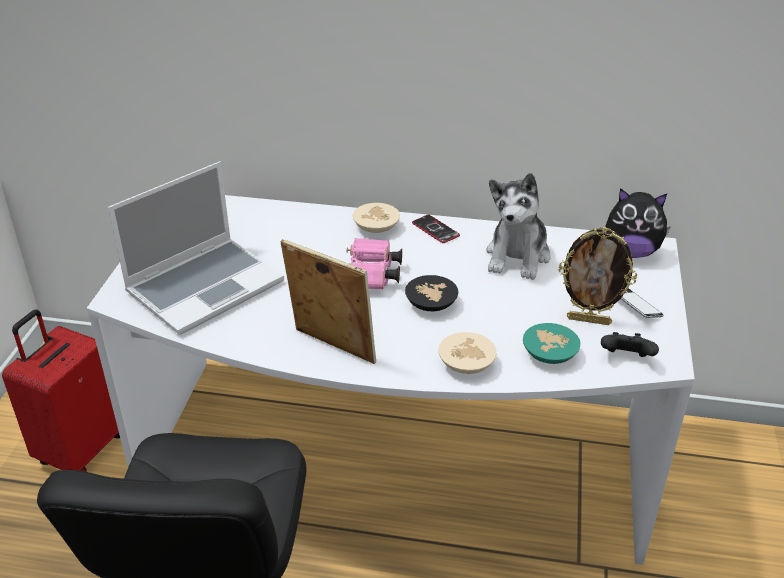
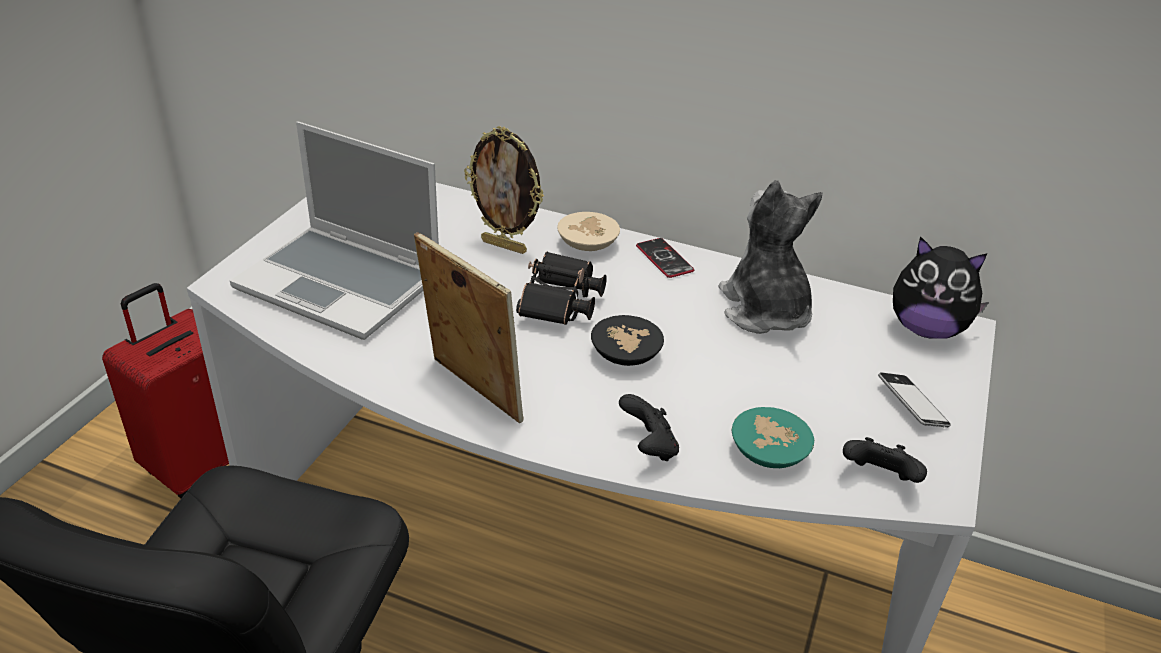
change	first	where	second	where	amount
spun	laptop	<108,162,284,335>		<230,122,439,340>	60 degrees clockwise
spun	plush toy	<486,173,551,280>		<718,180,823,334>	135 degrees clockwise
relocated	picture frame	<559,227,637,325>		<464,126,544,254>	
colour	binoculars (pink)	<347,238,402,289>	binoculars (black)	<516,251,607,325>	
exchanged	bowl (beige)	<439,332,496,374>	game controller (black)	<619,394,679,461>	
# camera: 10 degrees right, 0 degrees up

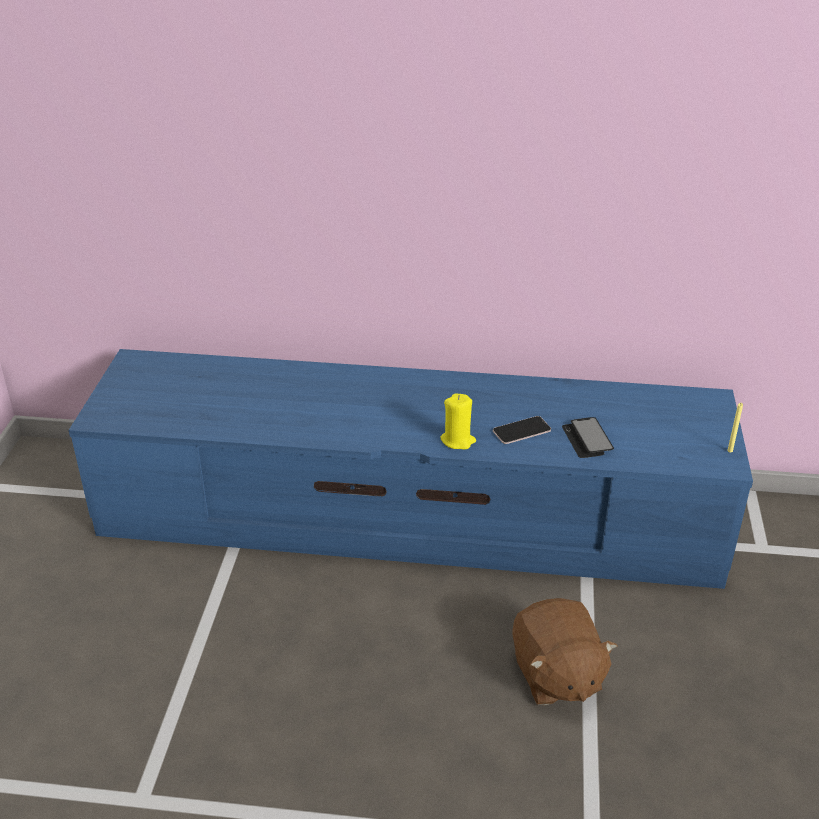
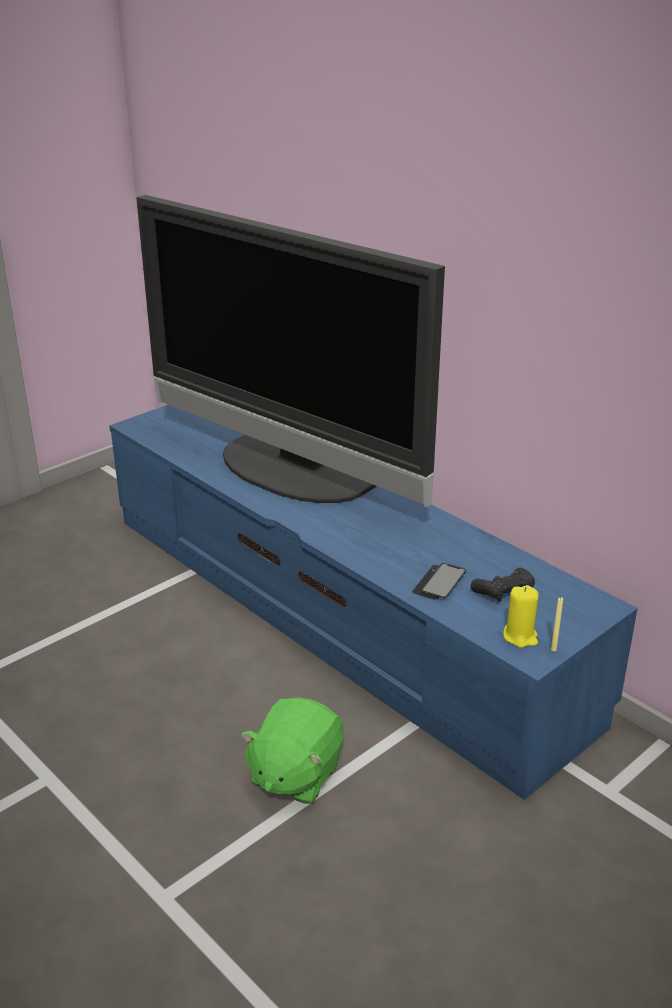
change	first	where	second	where	amount
relocated	candle (yellow)	<440,394,476,450>		<503,585,539,648>	
missing	phone	<493,416,551,444>			
colour	plush toy (brown)	<512,598,618,706>	plush toy (green)	<241,697,344,804>	
appeared			television	<136,195,445,507>	
appeared			game controller (black)	<471,567,535,602>	
# camera: 40 degrees right, 5 degrees down

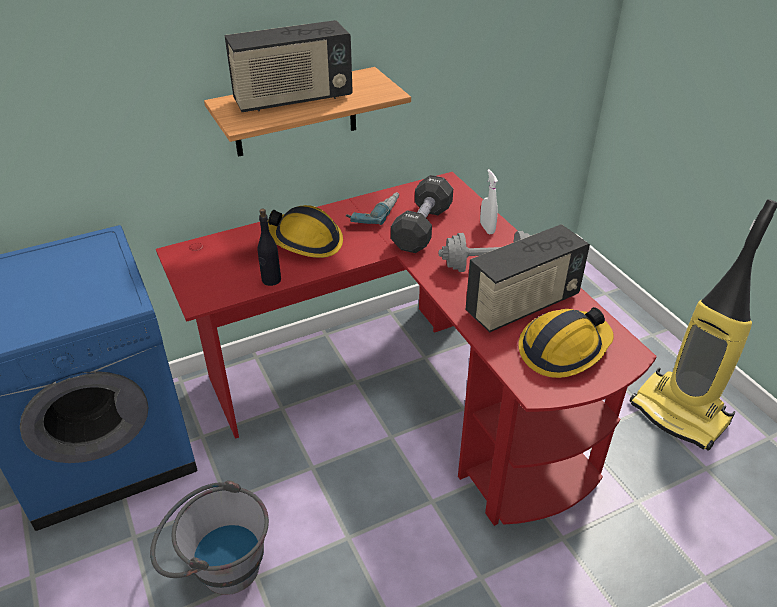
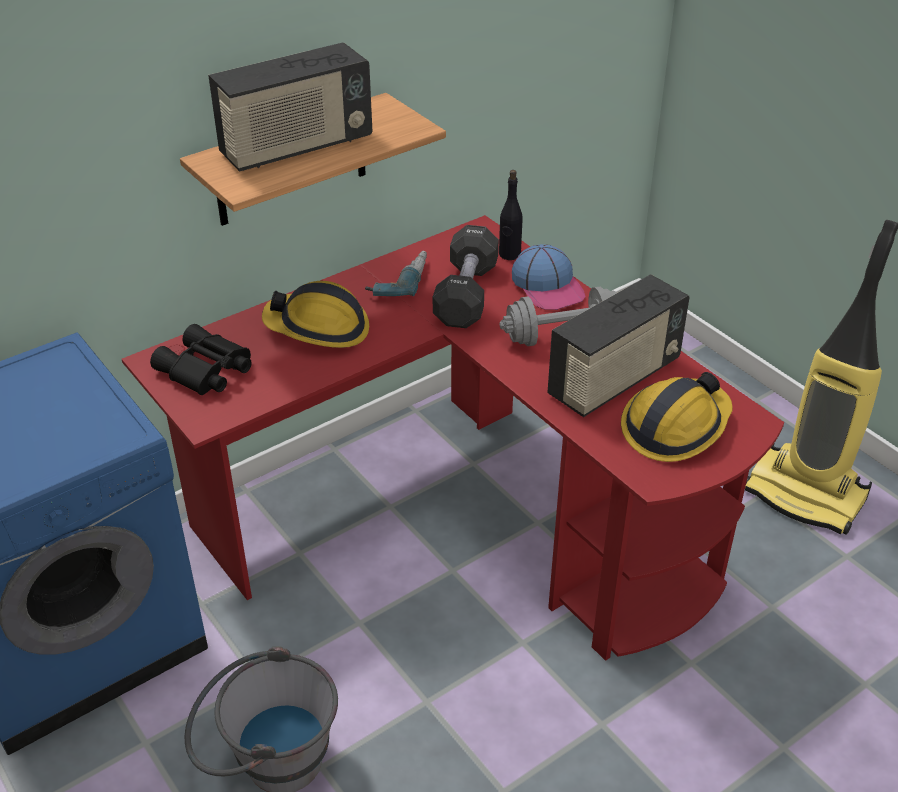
change	first	where	second	where	amount
exchanged	spray bottle (white)	<480,169,498,234>	cap	<512,244,585,310>	
relocated	bottle (black)	<257,208,281,286>		<499,170,523,260>	
appeared			binoculars (black)	<150,324,252,395>	
# camera: 10 degrees left, 0 degrees up

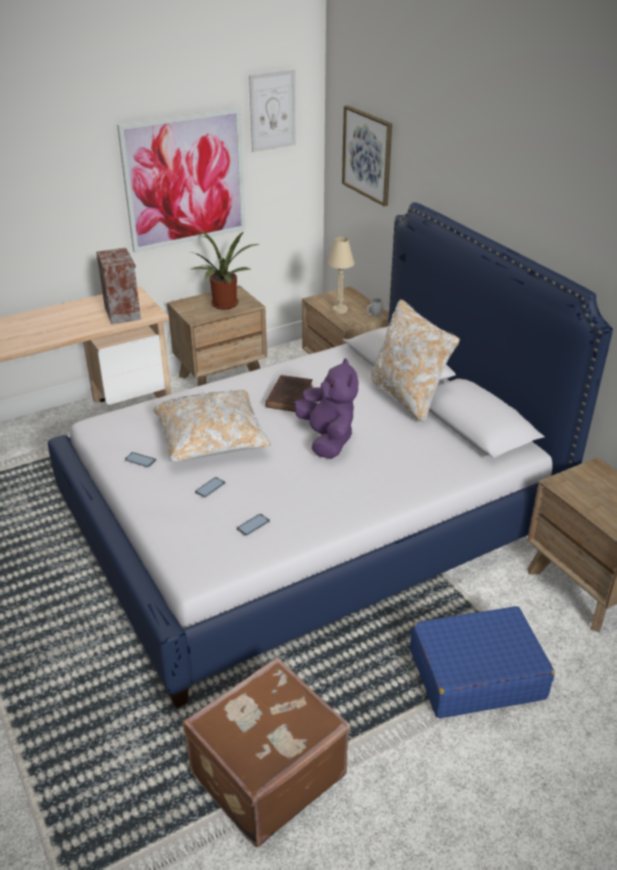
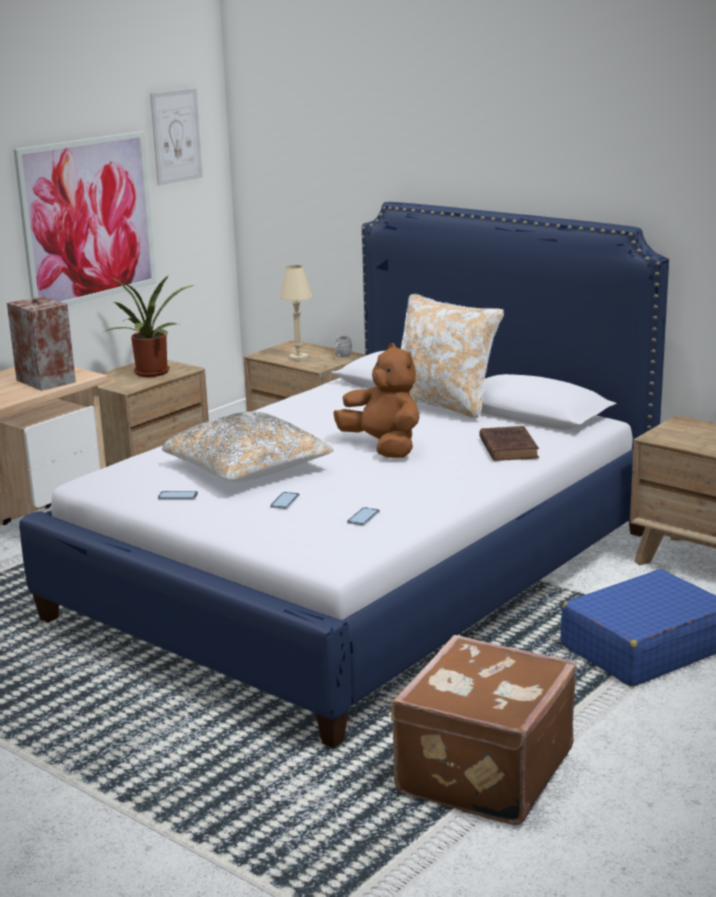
change	first	where	second	where	amount
missing	picture	<342,105,392,206>			
colour	plush toy (purple)	<294,358,358,459>	plush toy (brown)	<334,343,419,458>	
relocated	book (brown)	<265,375,313,412>		<479,426,539,461>	
# camera: 20 degrees left, 15 degrees down

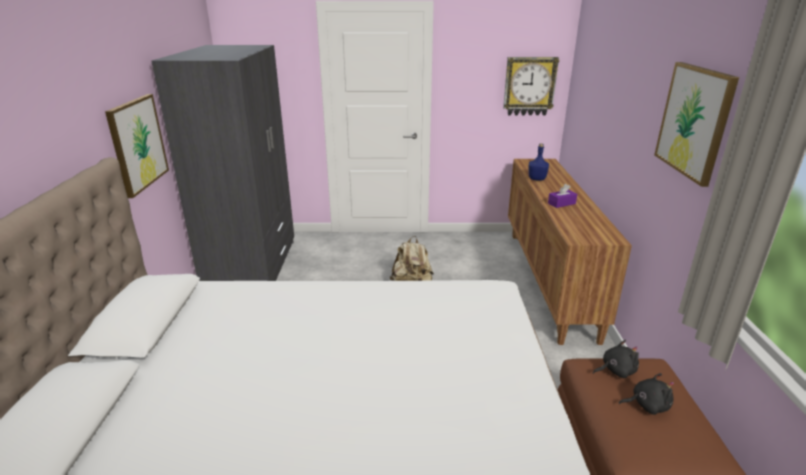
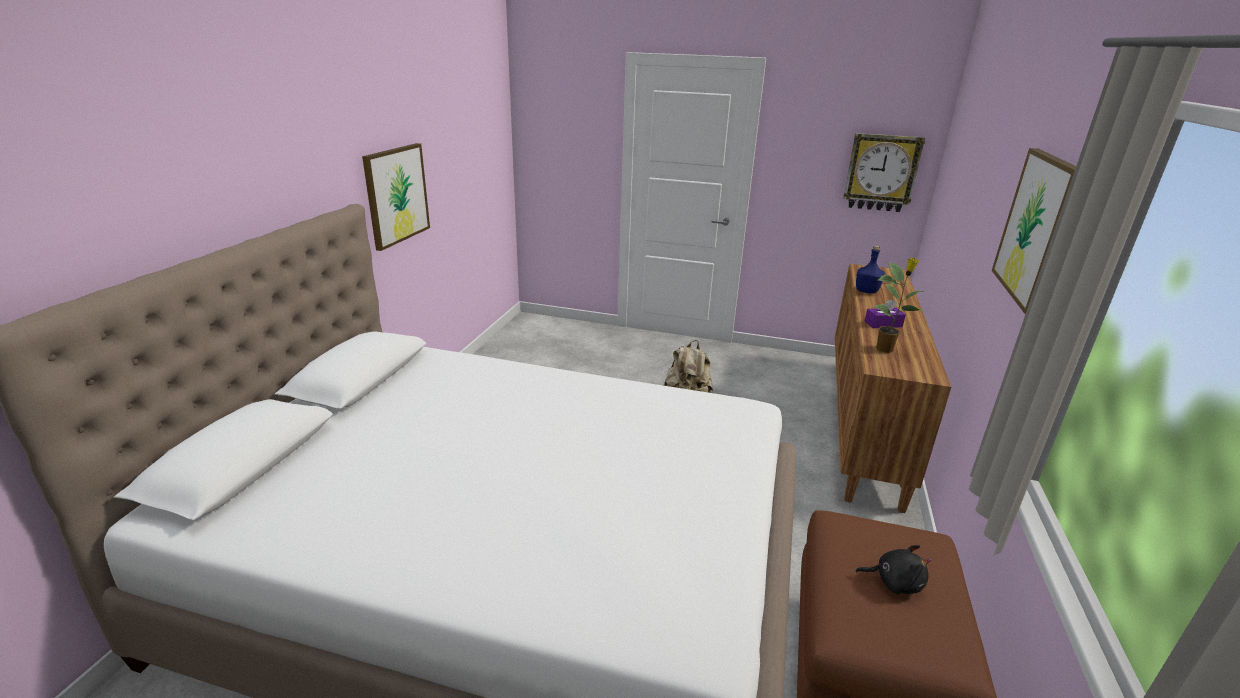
change	first	where	second	where	amount
missing	wardrobe (grey)	<151,45,294,281>			
missing	plush toy (black)	<593,340,639,378>			
appeared			potted plant	<873,258,923,353>	
# camera: 15 degrees right, 0 degrees up

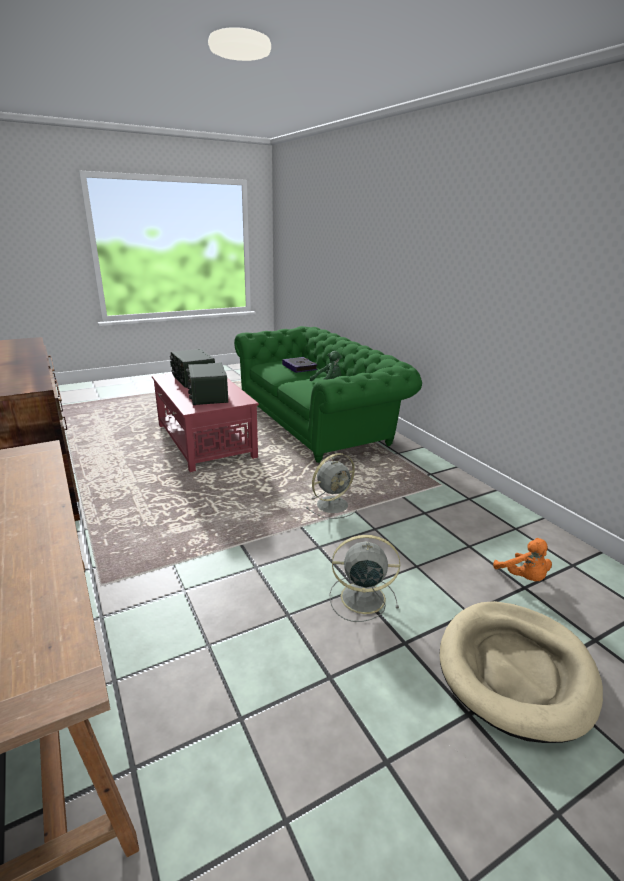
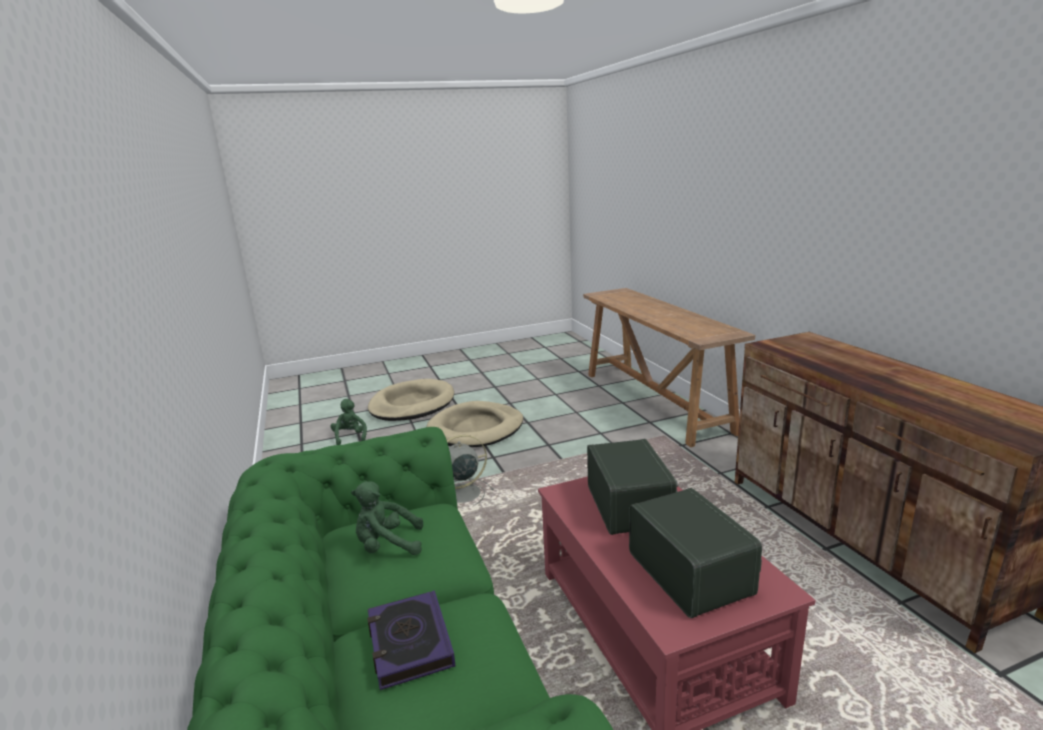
change	first	where	second	where	amount
exchanged	fan (grey)	<330,535,400,622>	dog bed (beige)	<426,401,523,447>	
colour	plush toy (orange)	<493,538,552,581>	plush toy (green)	<331,399,367,445>	
# camera: 170 degrees left, 5 degrees down

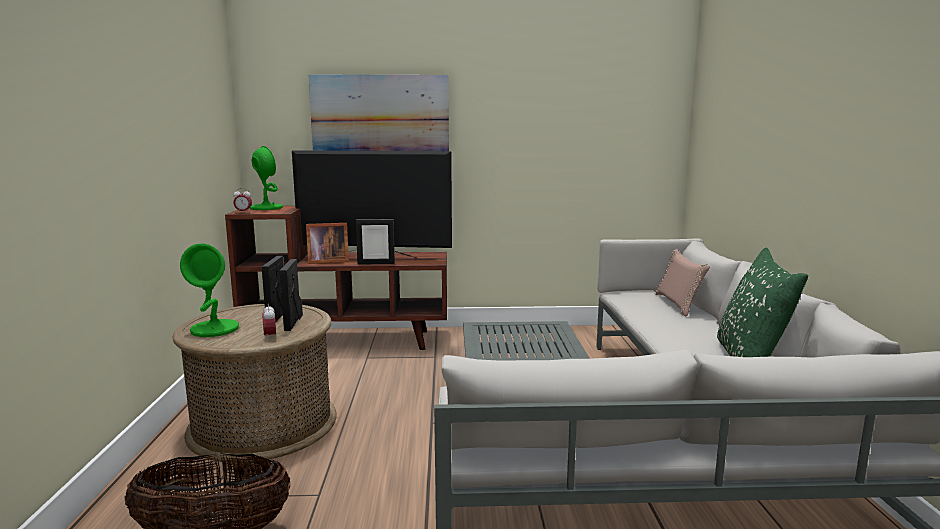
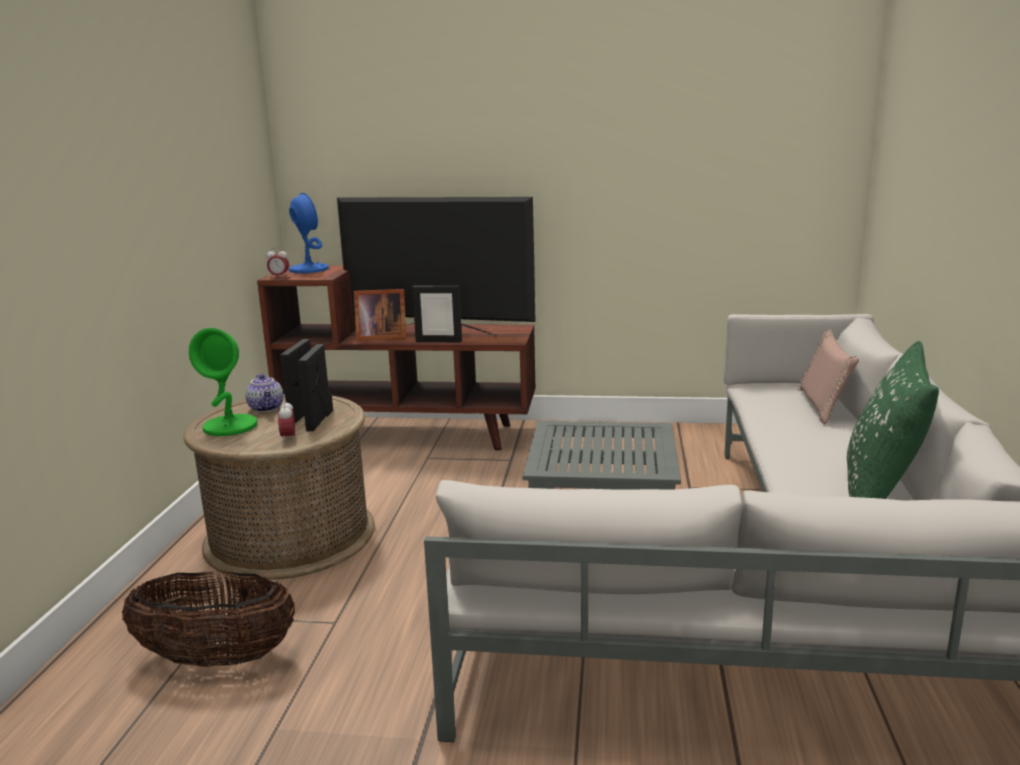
change	first	where	second	where	amount
missing	picture	<309,75,449,151>			
colour	table lamp (green)	<250,146,283,210>	table lamp (blue)	<289,193,329,273>	
appeared			teapot	<245,374,283,412>	
# camera: 10 degrees right, 5 degrees up

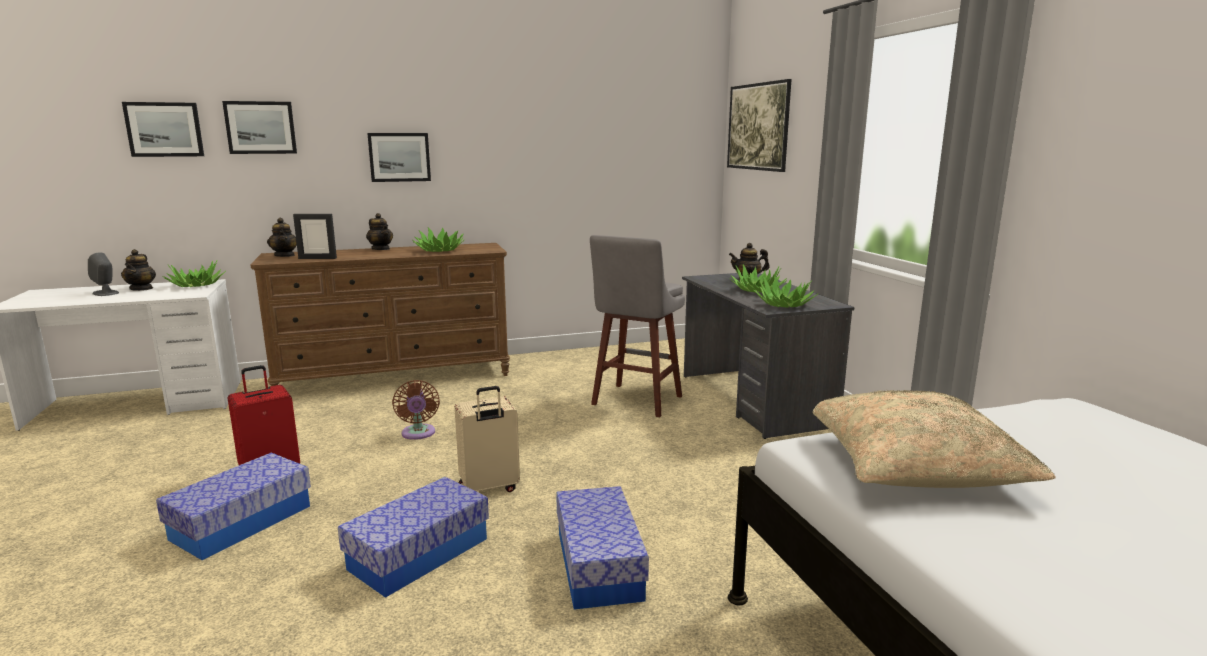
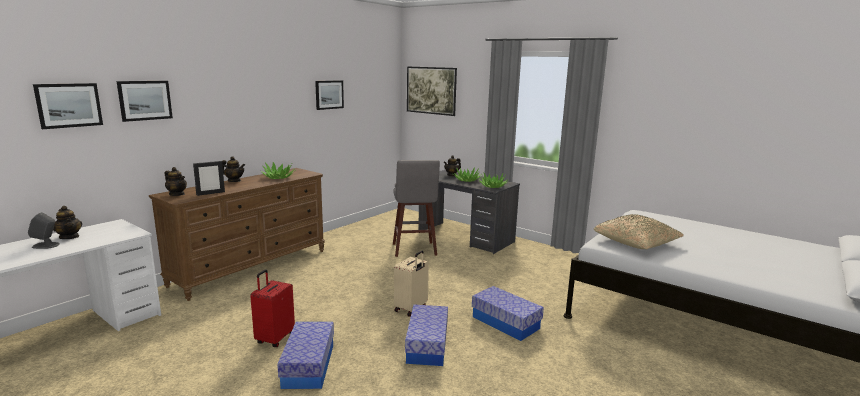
change	first	where	second	where	amount
relocated	picture	<367,133,431,182>		<315,80,344,110>	
missing	potted plant	<162,260,226,287>			
missing	fan (brown)	<392,380,440,440>			
# camera: 35 degrees left, 0 degrees up

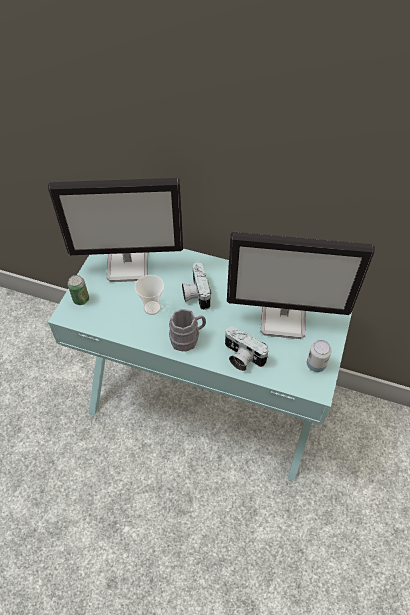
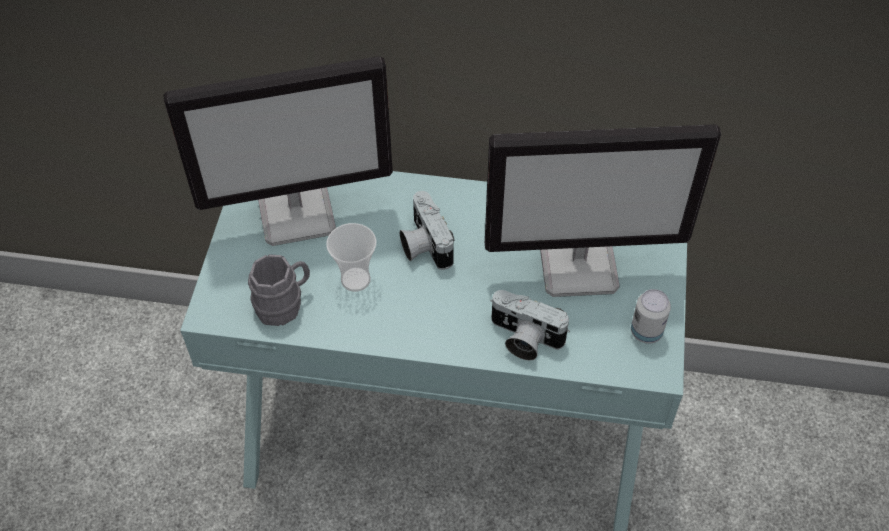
change	first	where	second	where	amount
missing	can	<68,275,89,305>			
relocated	mug (grey)	<169,309,206,352>		<248,254,310,326>	
# camera: 10 degrees left, 0 degrees up

